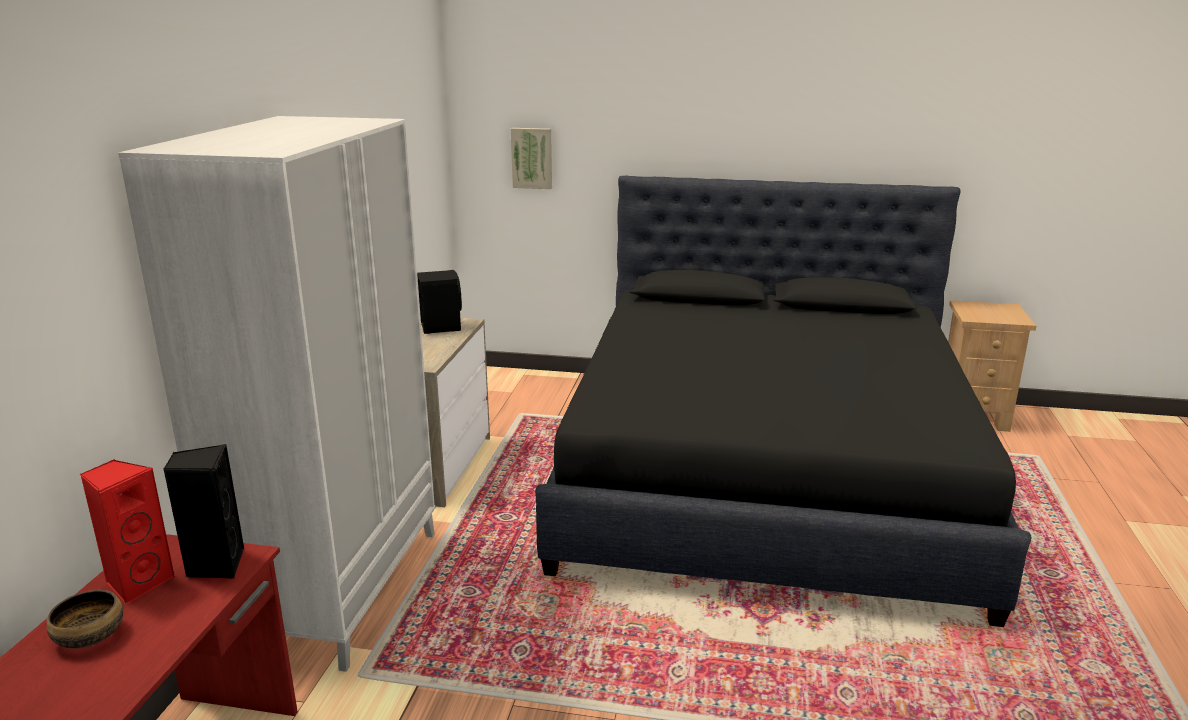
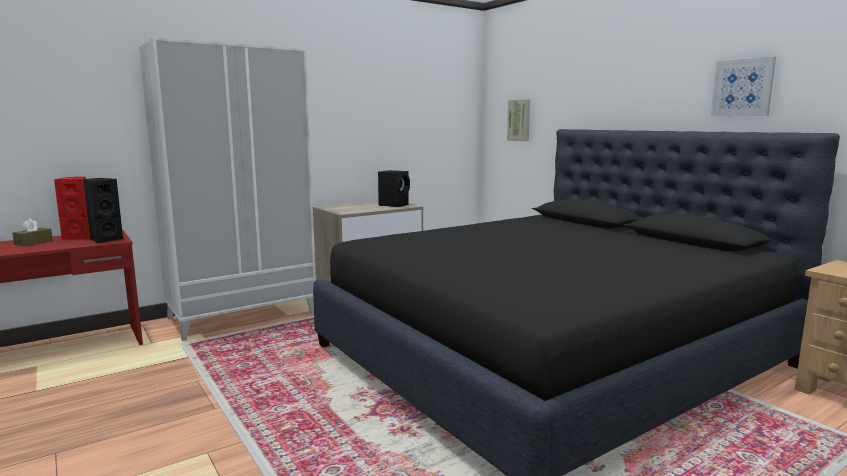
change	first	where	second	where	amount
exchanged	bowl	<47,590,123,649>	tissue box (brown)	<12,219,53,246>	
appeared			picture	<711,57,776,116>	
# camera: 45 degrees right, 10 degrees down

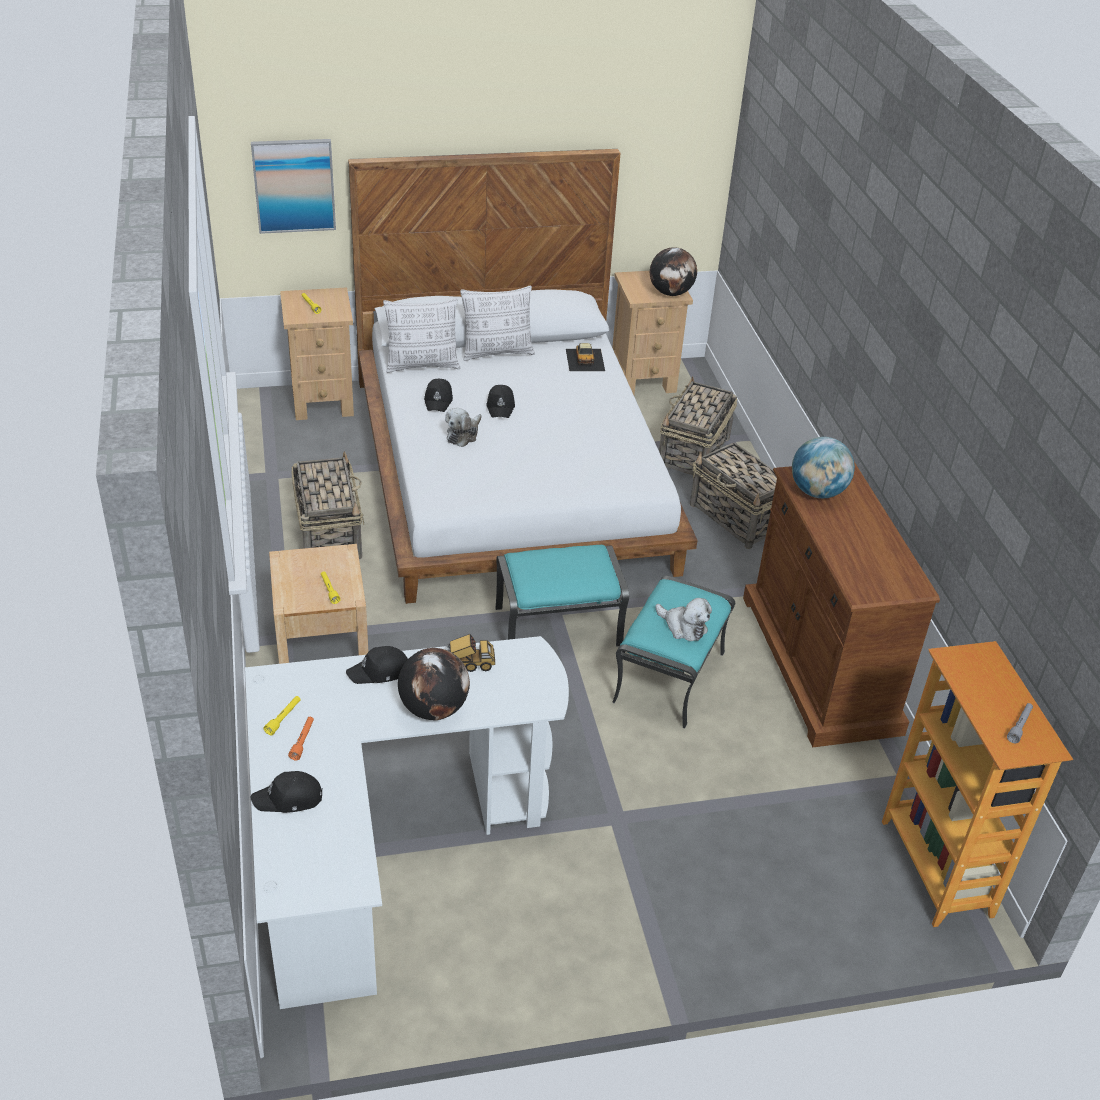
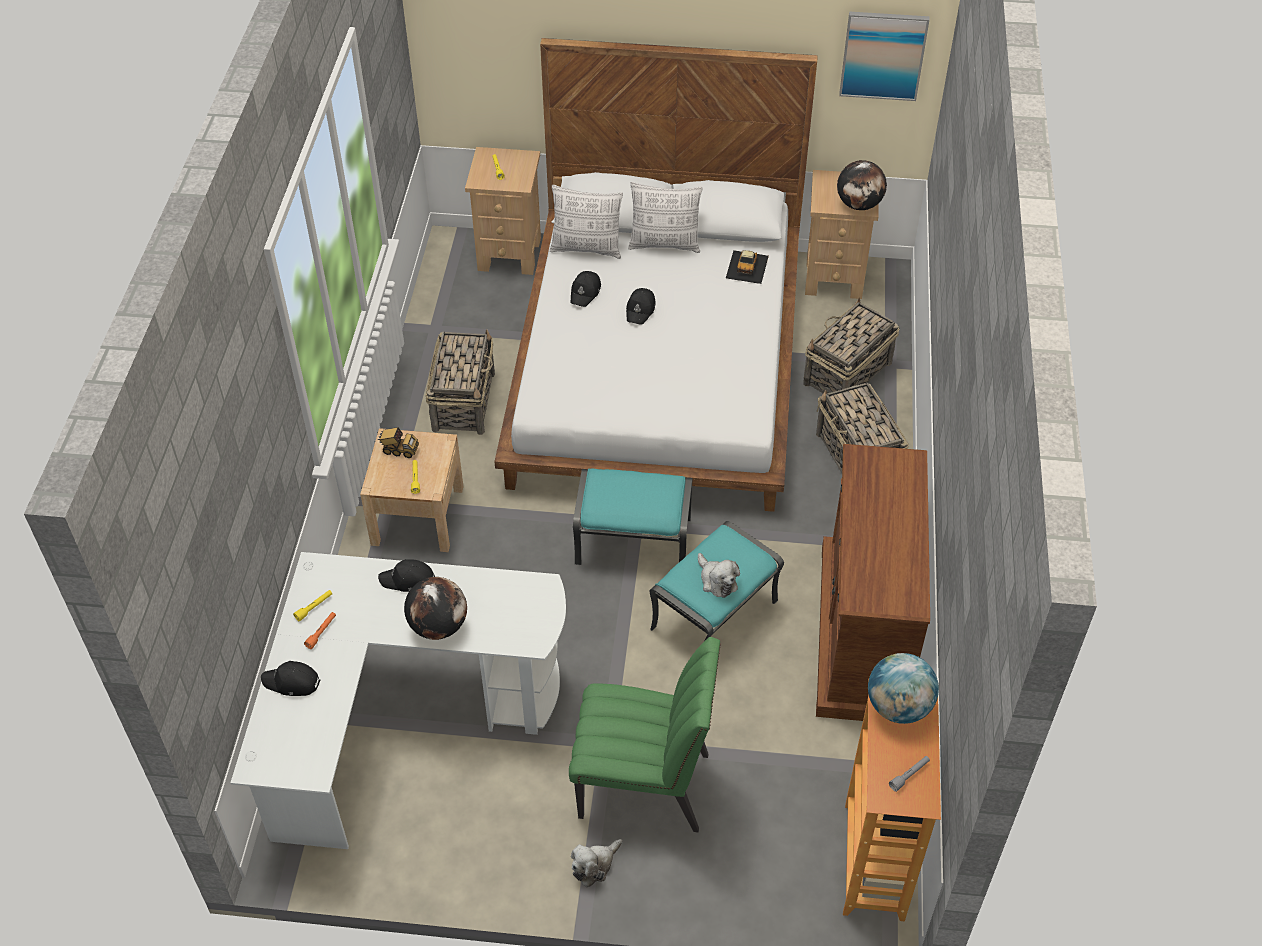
change	first	where	second	where	amount
relocated	picture	<251,139,336,234>		<839,12,930,101>	
relocated	plush toy	<445,408,482,447>		<571,839,622,887>	
relocated	globe	<792,437,855,498>		<868,653,939,724>	
relocated	toy truck	<447,634,495,672>		<378,427,419,458>	
appeared			chair (green)	<569,637,721,833>	
# camera: 20 degrees right, 10 degrees up

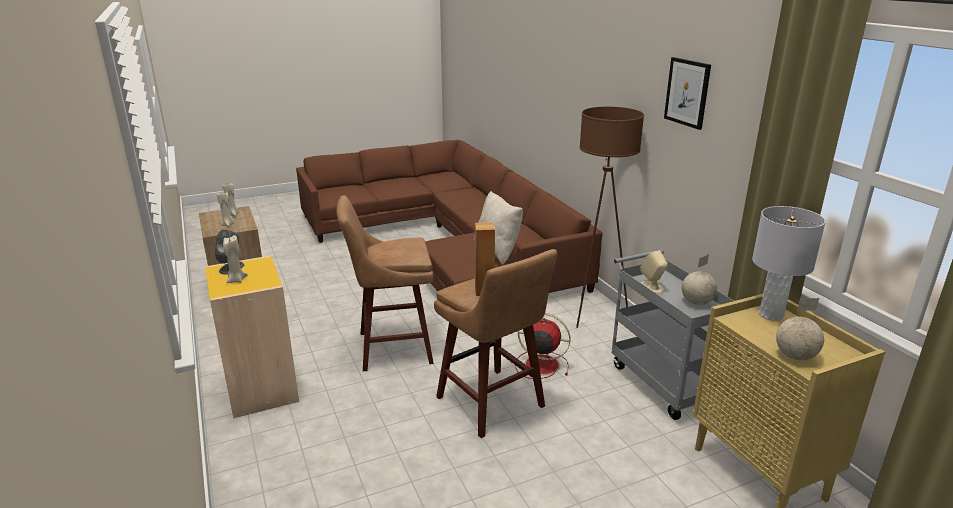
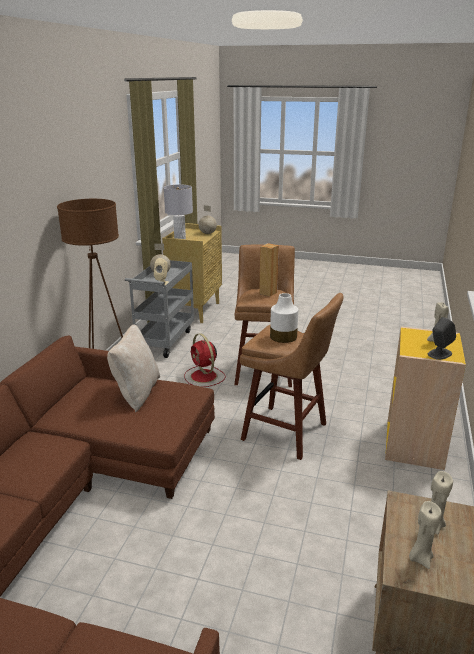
change	first	where	second	where	amount
missing	picture	<664,57,711,130>			
appeared			vase (white)	<270,293,298,343>	
# camera: 140 degrees left, 0 degrees up

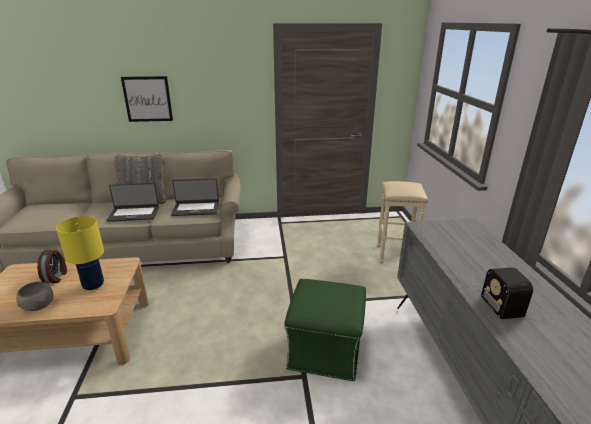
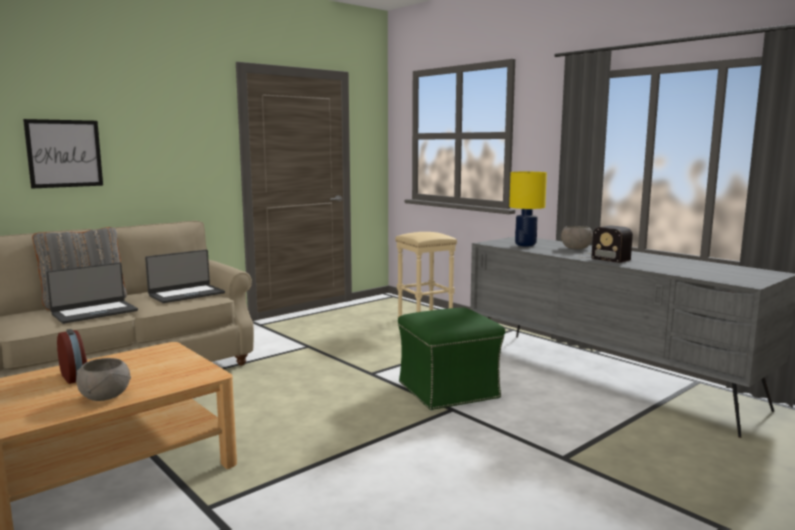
change	first	where	second	where	amount
relocated	table lamp (yellow)	<56,216,104,290>		<509,171,547,247>	
appeared			bowl (grey)	<561,226,593,249>	
# camera: 35 degrees left, 15 degrees down

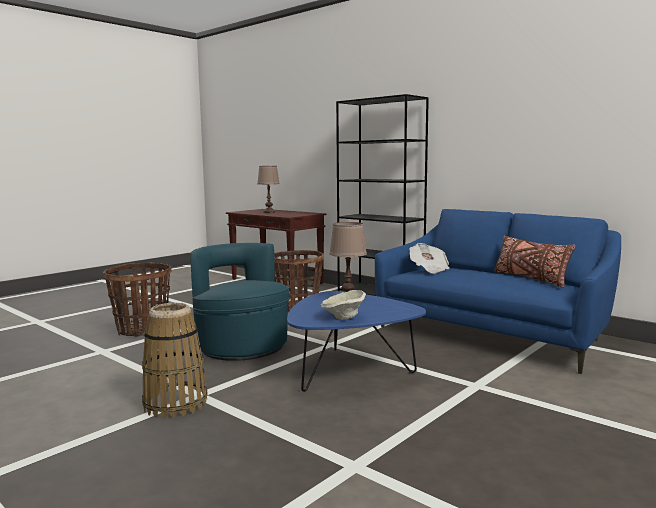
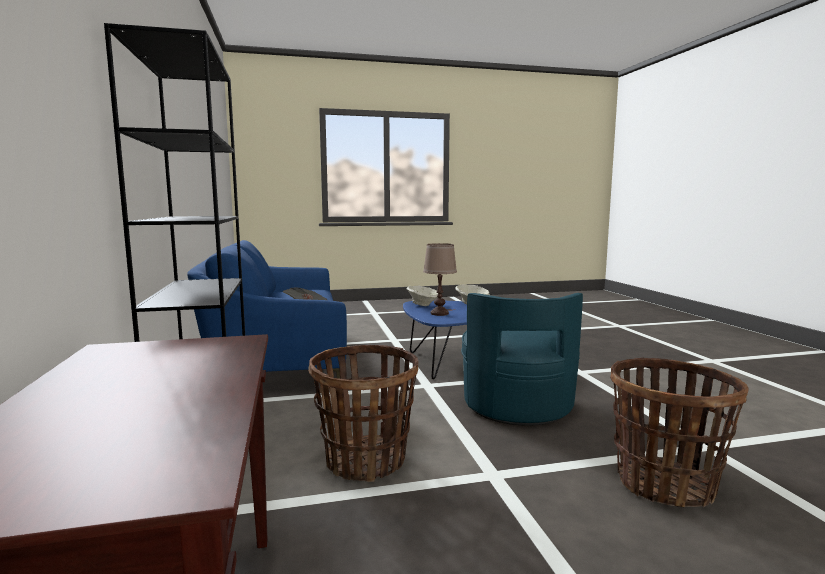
change	first	where	second	where	amount
missing	table lamp (brown)	<257,166,280,213>			
missing	pillow (brown)	<494,236,576,288>			
missing	basket	<142,303,208,418>			
appeared			bowl (beige)	<406,286,438,306>	
# camera: 145 degrees left, 0 degrees up

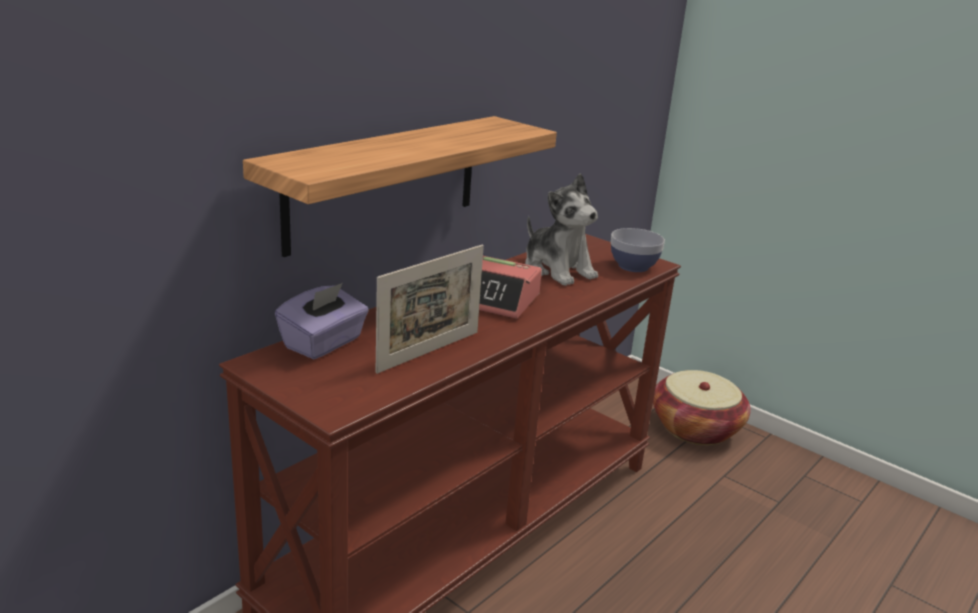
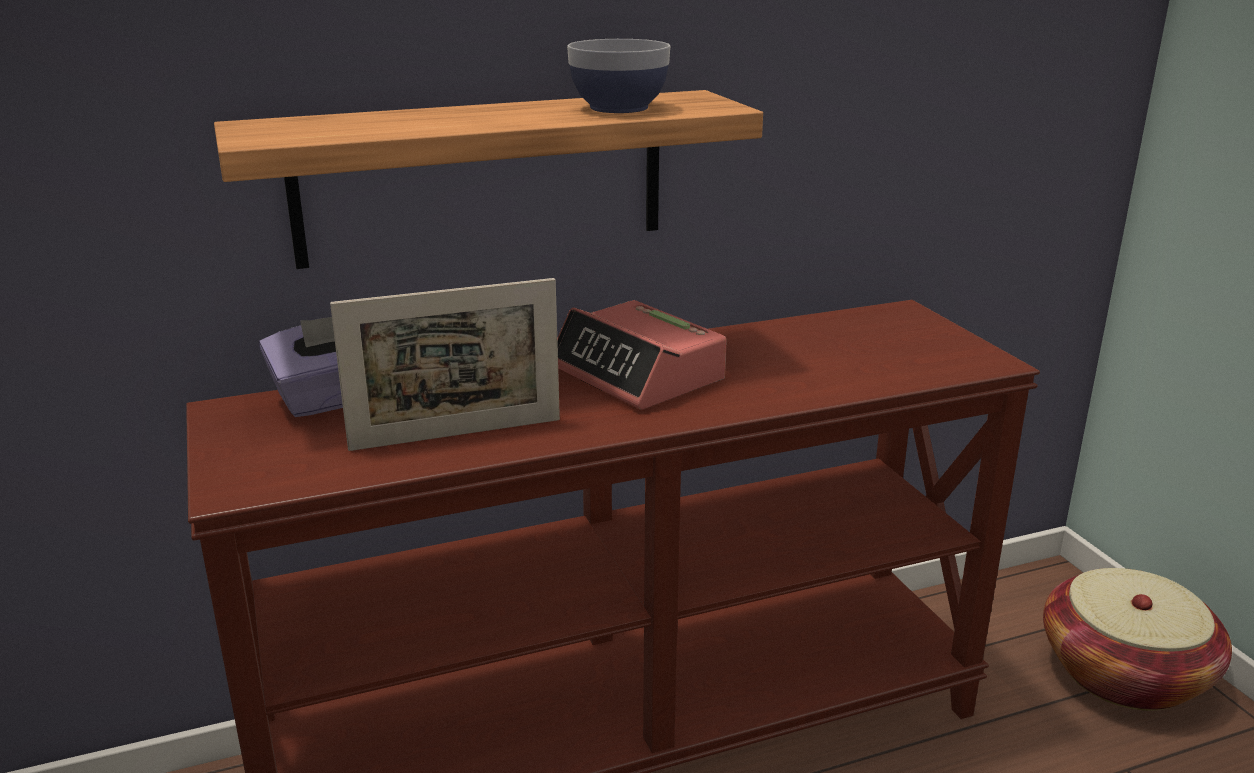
change	first	where	second	where	amount
missing	plush toy	<525,173,598,286>			
relocated	bowl	<611,228,665,272>		<567,39,670,113>	
# camera: 30 degrees right, 0 degrees up

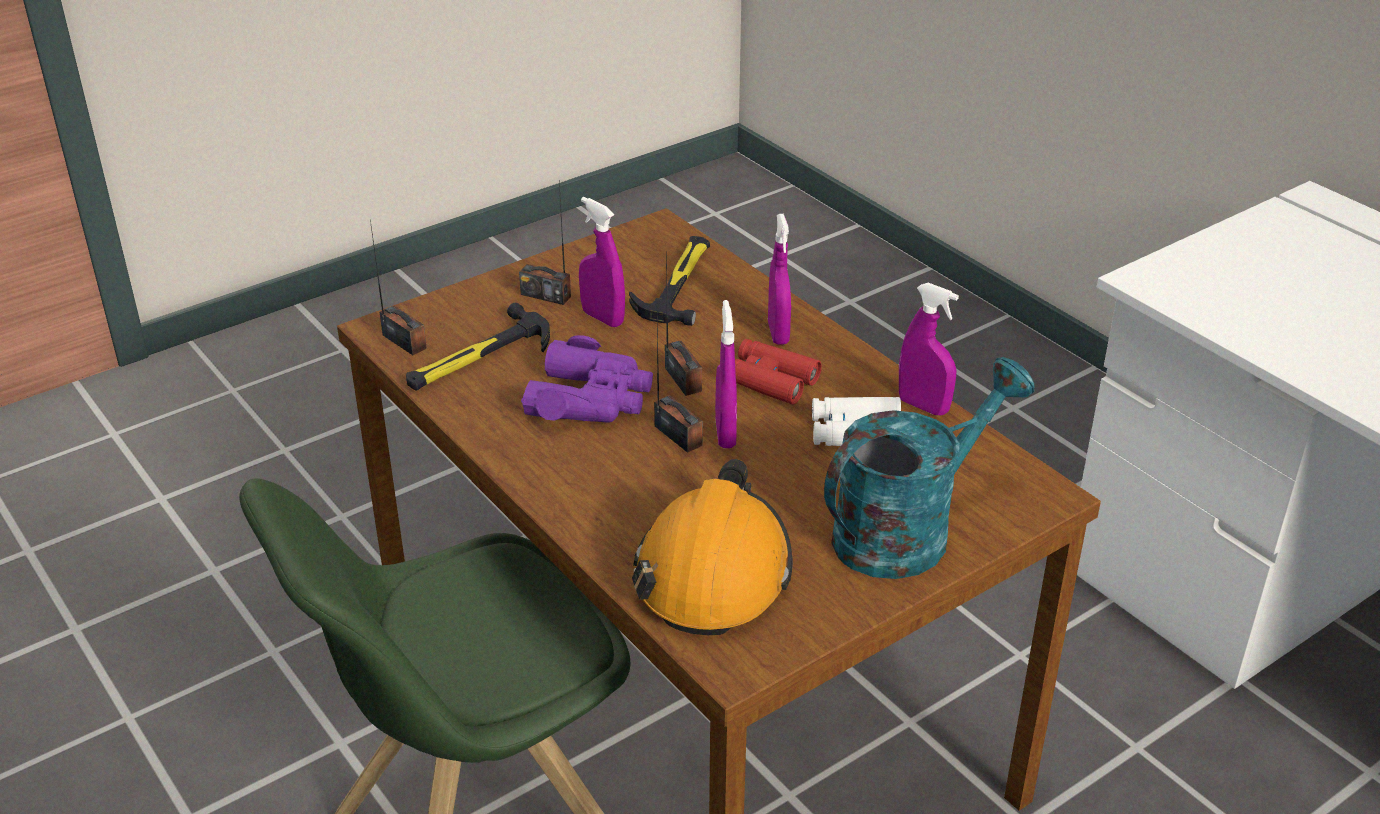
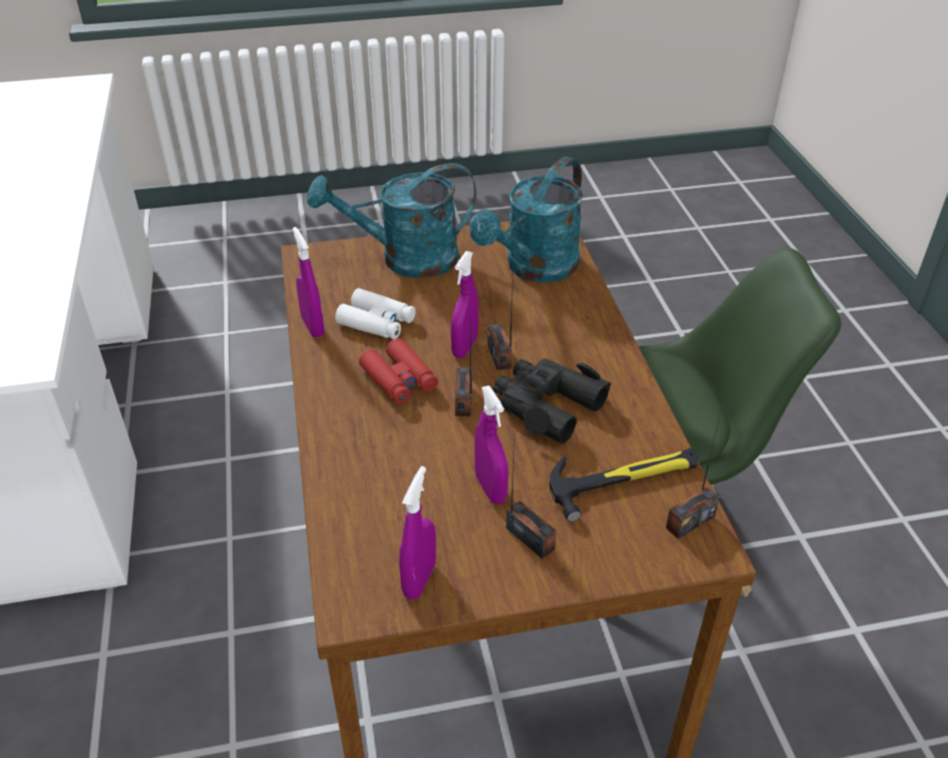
change	first	where	second	where	amount
relocated	spray bottle (purple)	<768,214,791,345>		<399,466,436,600>	
spun	radio	<370,220,427,355>		<666,411,721,539>	105 degrees counterclockwise
missing	hammer	<629,236,710,326>			
colour	binoculars (purple)	<521,335,653,422>	binoculars (black)	<493,358,611,444>	
exchanged	hard hat (orange)	<632,459,793,635>	watering can (turquoise)	<469,157,583,283>	
# camera: 155 degrees left, 5 degrees up

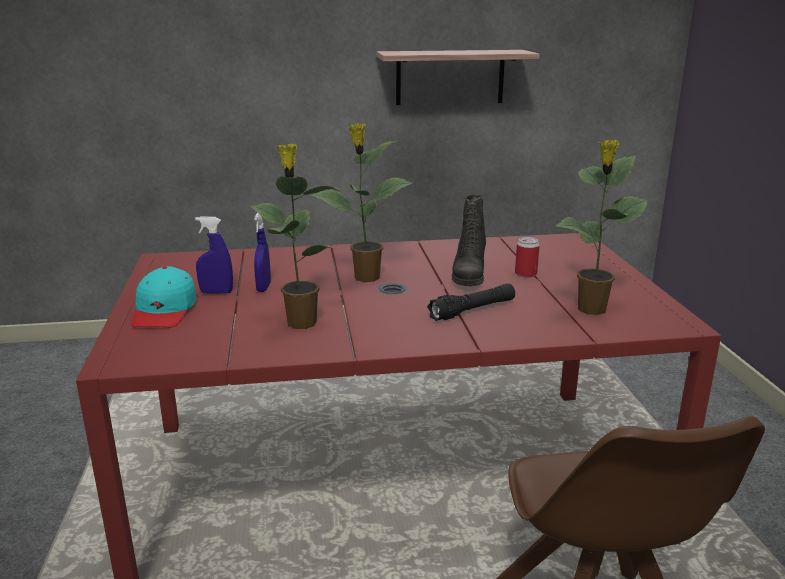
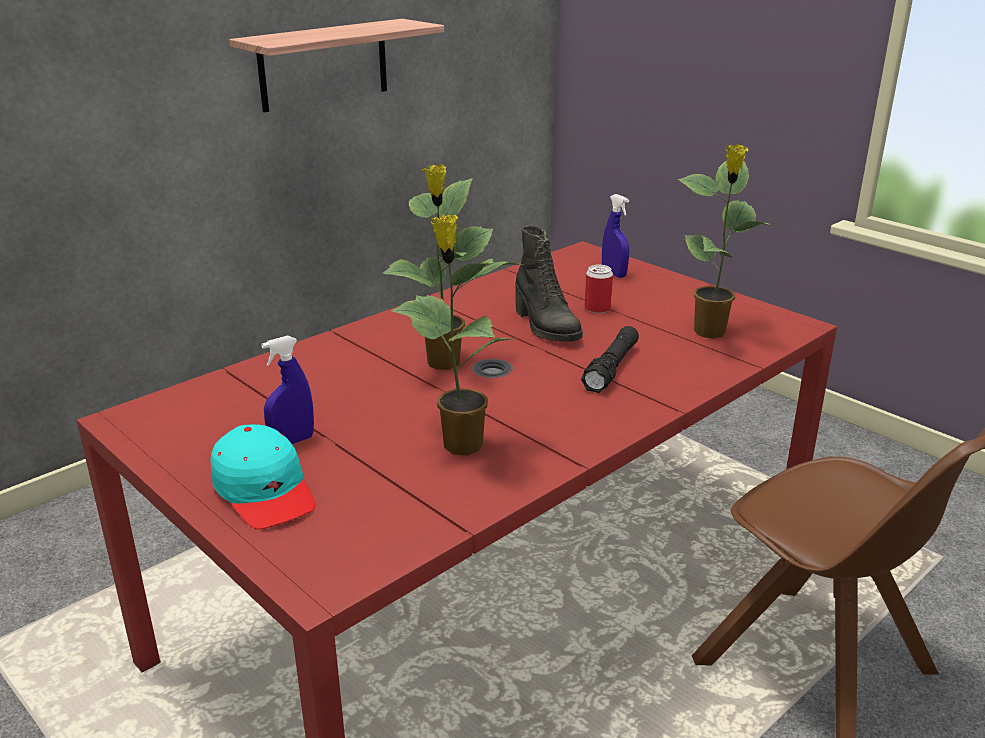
change	first	where	second	where	amount
relocated	spray bottle (blue)	<254,213,271,292>		<602,194,629,278>	
# camera: 35 degrees left, 5 degrees up

